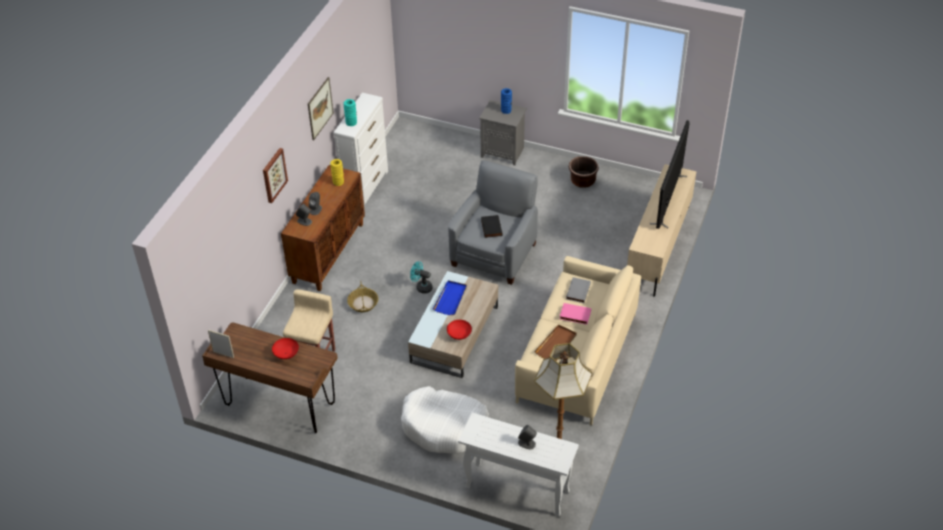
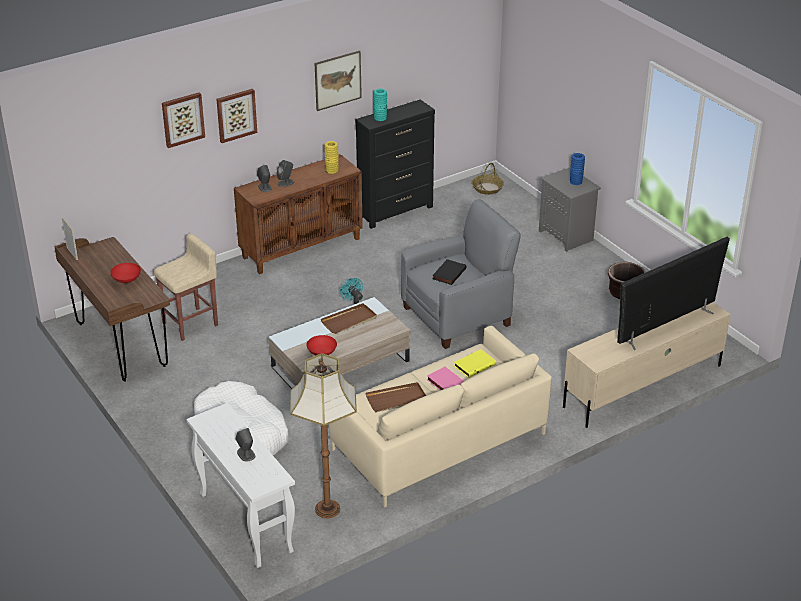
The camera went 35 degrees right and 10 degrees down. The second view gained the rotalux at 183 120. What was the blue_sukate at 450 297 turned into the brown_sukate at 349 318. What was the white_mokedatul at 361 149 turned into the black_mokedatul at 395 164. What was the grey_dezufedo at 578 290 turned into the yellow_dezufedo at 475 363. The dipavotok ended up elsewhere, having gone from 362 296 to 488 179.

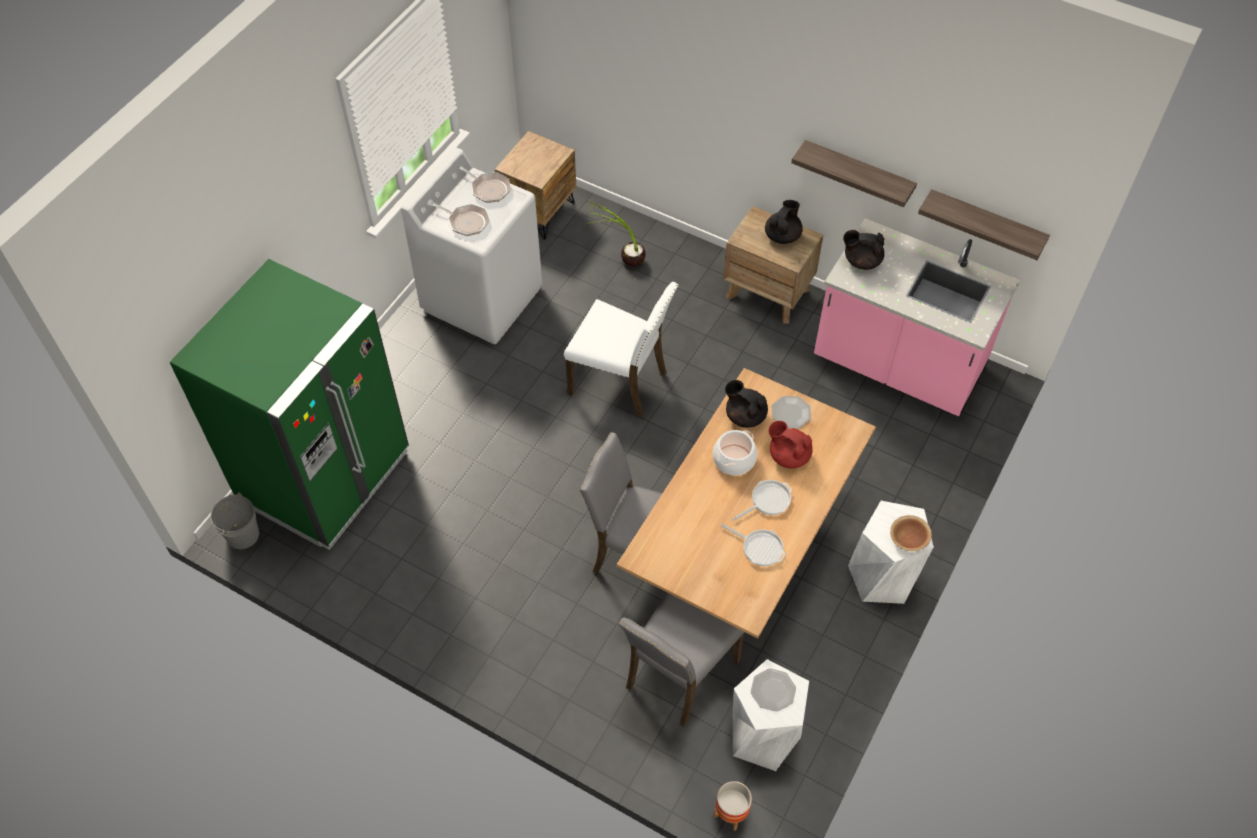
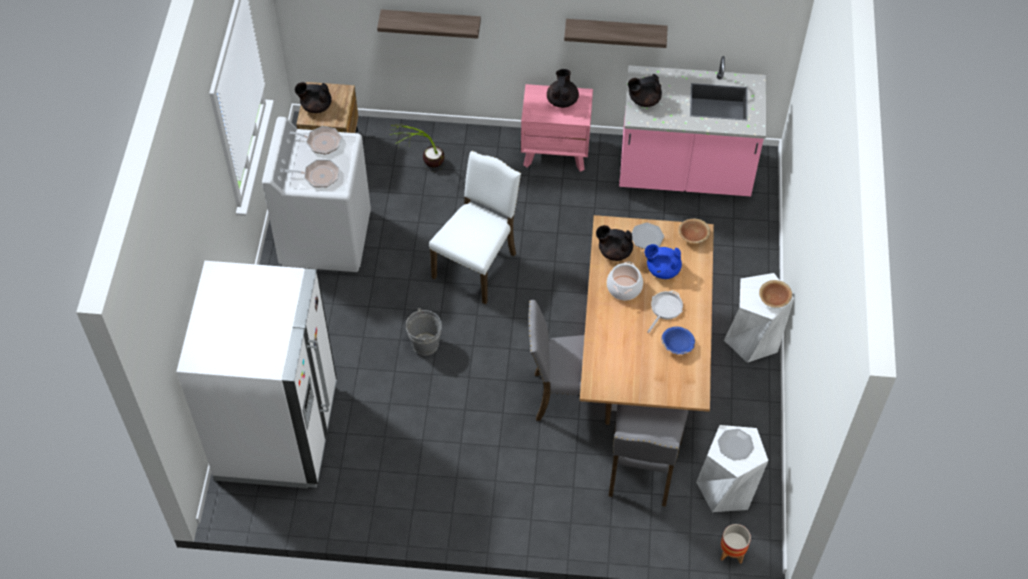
The camera went 25 degrees left and 0 degrees up. What was the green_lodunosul at 289 404 turned into the white_lodunosul at 257 374. The second view gained the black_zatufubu at 313 97. The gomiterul ended up elsewhere, having gone from 984 224 to 429 24. The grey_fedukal ended up elsewhere, having gone from 234 520 to 424 332. The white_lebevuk at 621 349 ended up facing another way, 60 degrees counterclockwise from before. What was the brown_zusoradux at 773 265 turned into the pink_zusoradux at 557 128. What was the red_zatufubu at 790 445 turned into the blue_zatufubu at 663 261. Where the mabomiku stood at 753 544, the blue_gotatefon came to stand at 678 341. The second view gained the brown_gotatefon at 694 231.

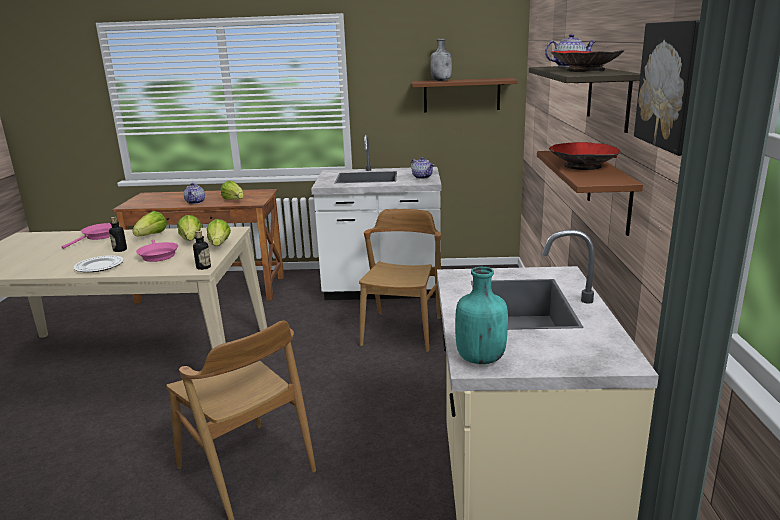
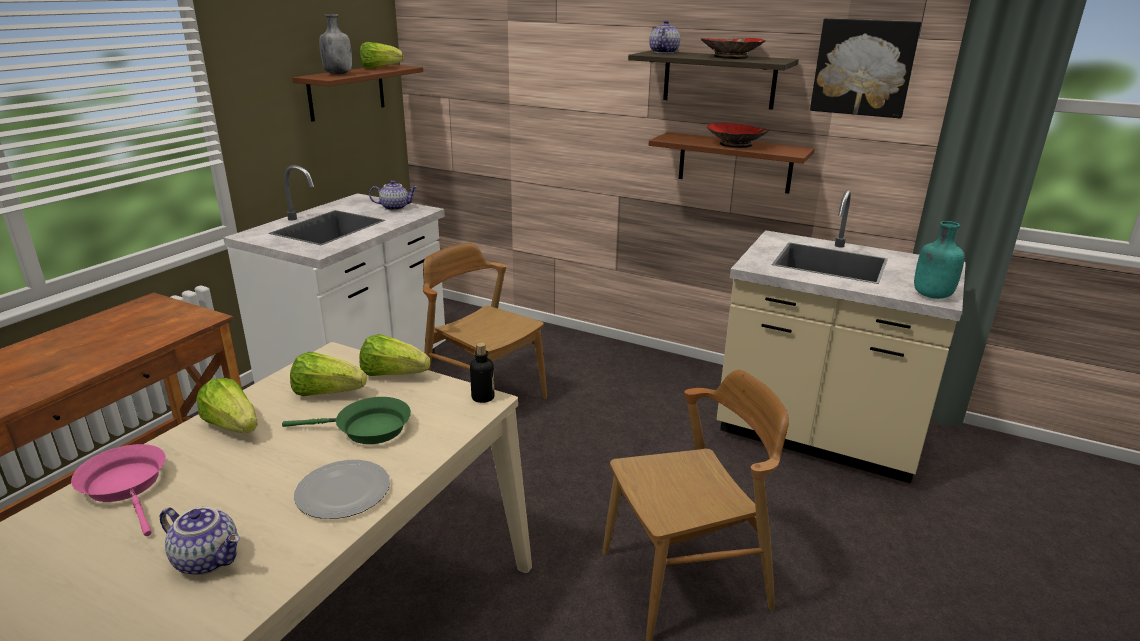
The camera went 65 degrees left and 5 degrees up. The zatufubu ended up elsewhere, having gone from 194 193 to 200 541. What was the pink_mabomiku at 157 250 turned into the green_mabomiku at 346 420. The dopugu ended up elsewhere, having gone from 232 190 to 382 55. The second view lost the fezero at 118 234.

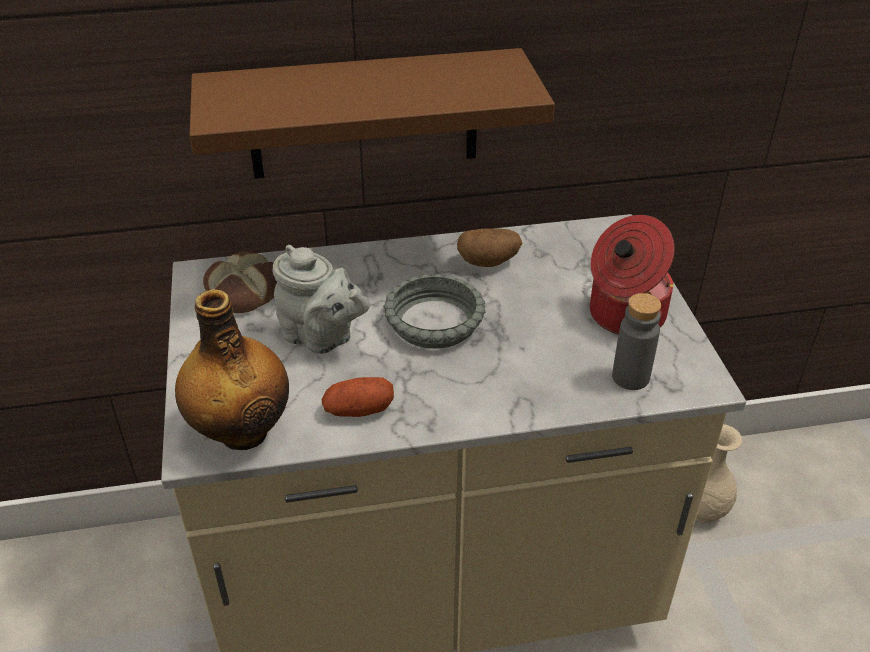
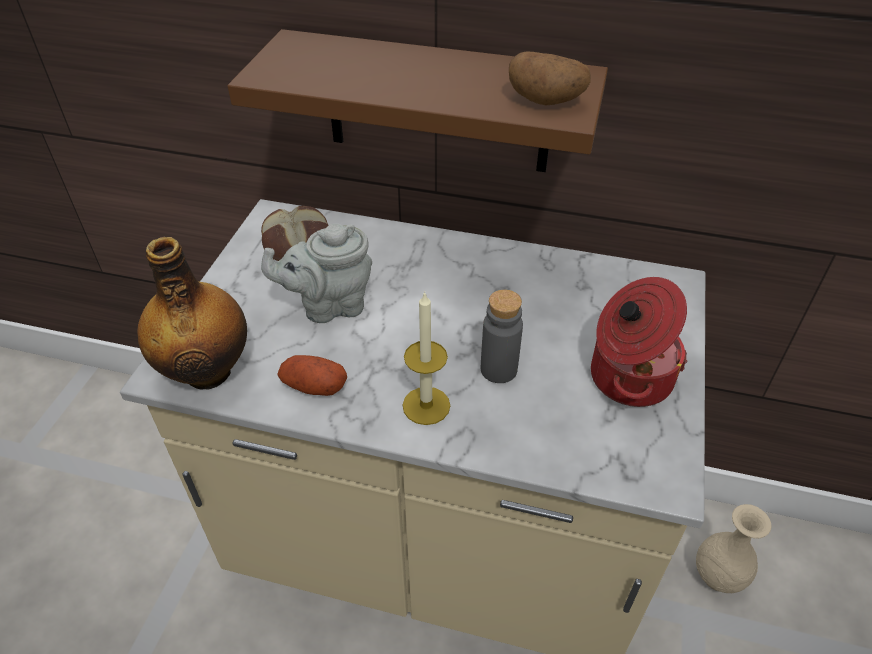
The camera went 25 degrees right and 5 degrees up. The grey_zatufubu at 321 299 ended up facing another way, 105 degrees clockwise from before. The second view gained the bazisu at 426 358. The grey_fezero ended up elsewhere, having gone from 636 341 to 502 336. The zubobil ended up elsewhere, having gone from 489 247 to 550 78. The second view lost the grey_gotatefon at 434 311.

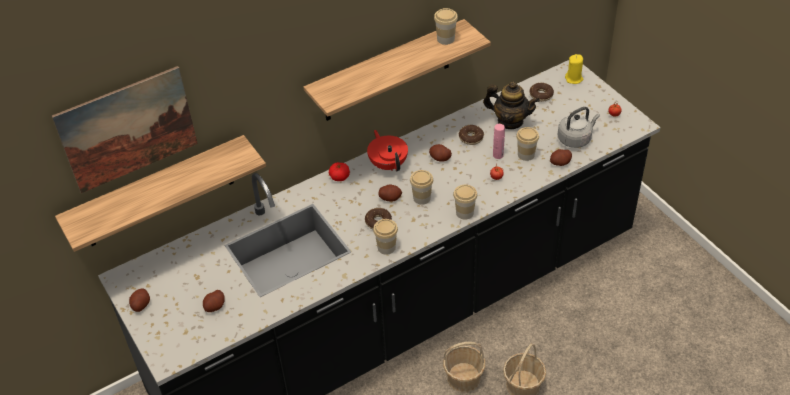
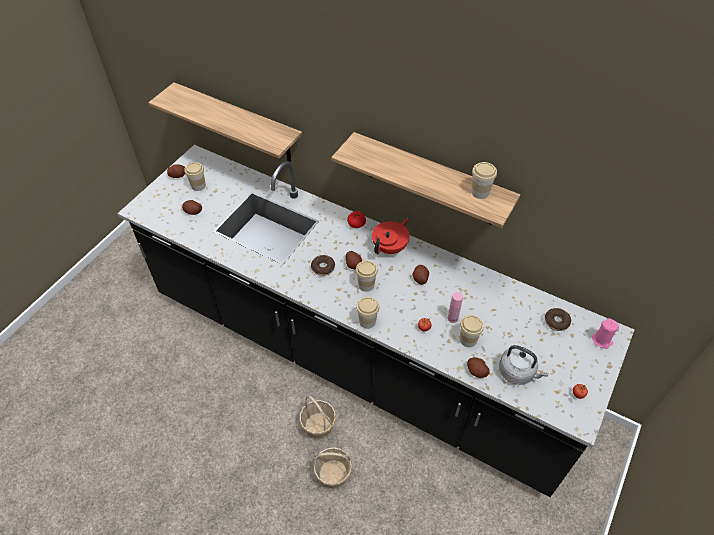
The camera went 60 degrees right and 5 degrees up. The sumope ended up elsewhere, having gone from 385 237 to 195 176. What was the yellow_bazisu at 574 69 turned into the pink_bazisu at 605 333. The second view lost the rotalux at 125 129. The second view lost the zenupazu at 471 135. The second view lost the zatufubu at 511 105.

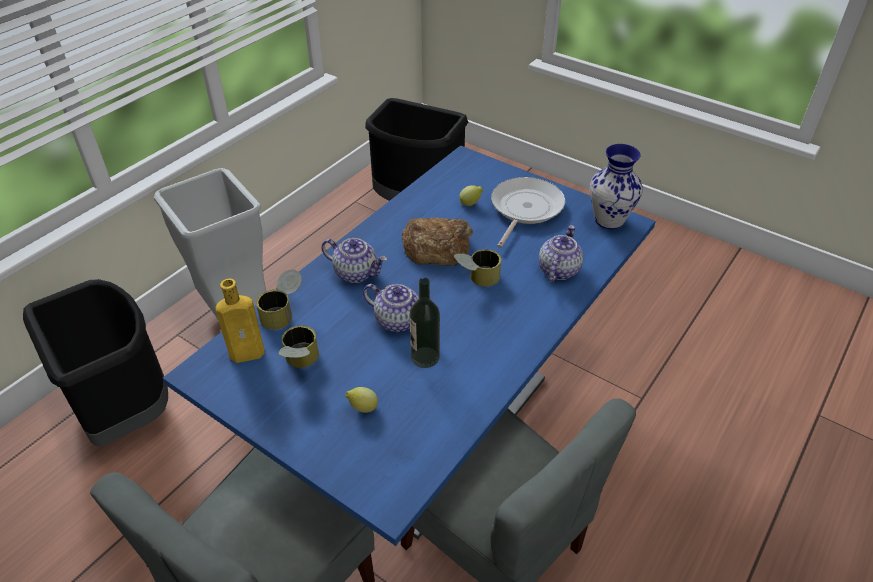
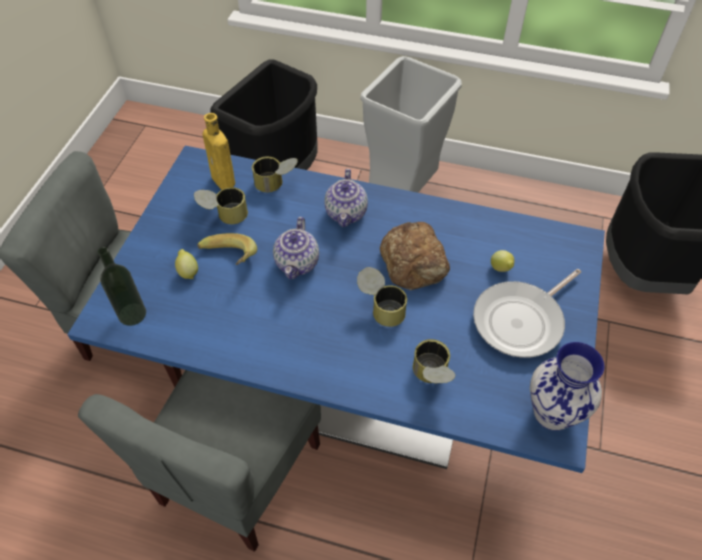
The camera went 70 degrees right and 10 degrees up. The fezero ended up elsewhere, having gone from 424 322 to 122 286. The second view gained the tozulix at 227 249. Where the zatufubu stood at 561 253, the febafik came to stand at 434 361. The mabomiku at 528 212 ended up facing another way, 135 degrees clockwise from before.

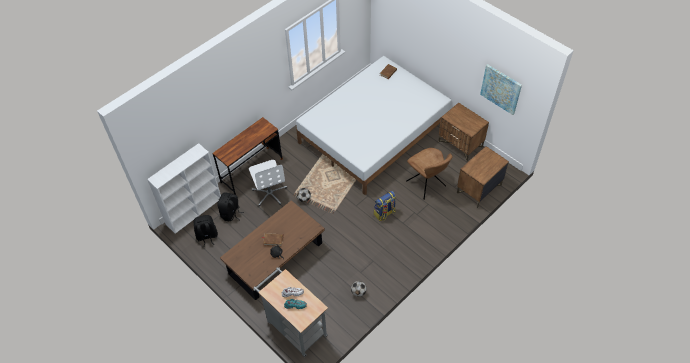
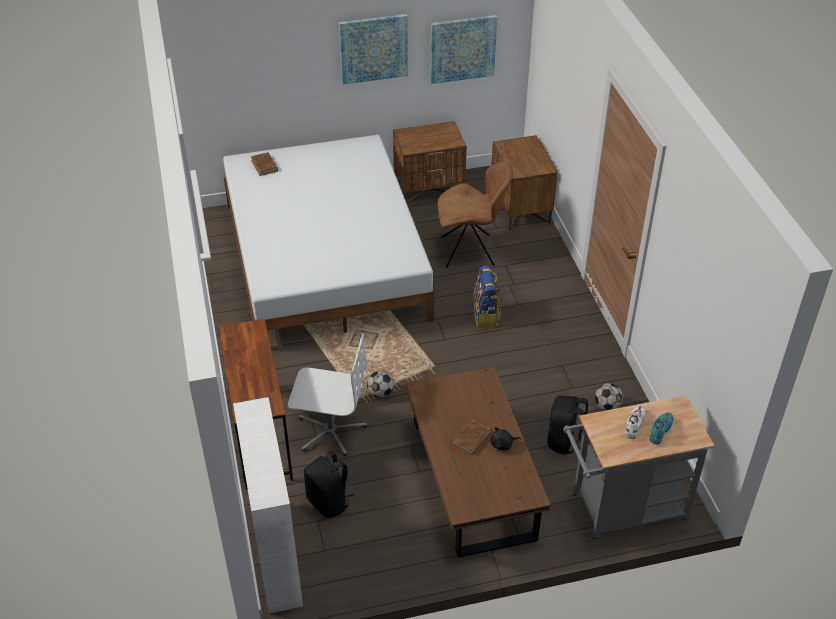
The camera went 60 degrees left and 10 degrees down. The second view gained the rotalux at 373 49. The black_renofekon ended up elsewhere, having gone from 206 230 to 568 425.

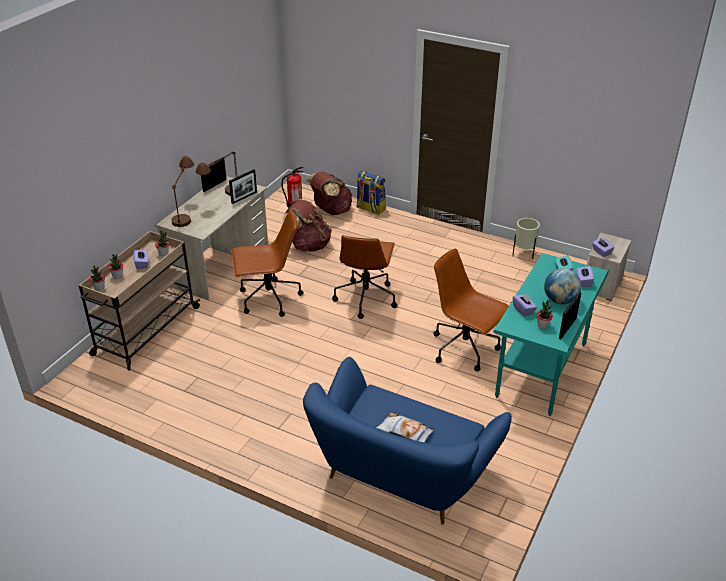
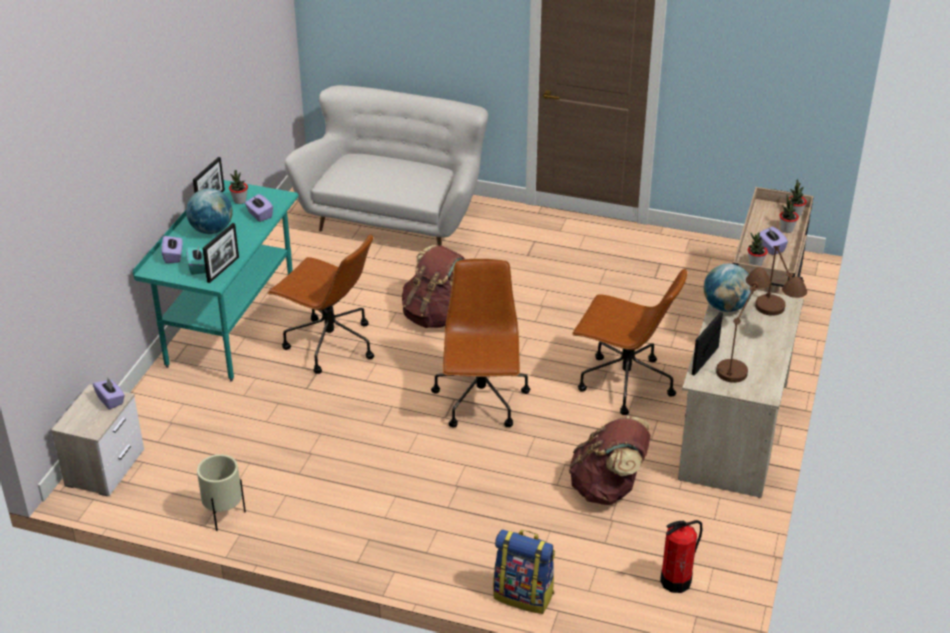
The camera went 170 degrees right and 0 degrees up. The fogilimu ended up elsewhere, having gone from 214 174 to 221 253. What was the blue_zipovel at 407 441 turned into the white_zipovel at 386 165. The brown_renofekon ended up elsewhere, having gone from 329 193 to 433 286. The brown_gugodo at 267 263 ended up facing another way, 135 degrees counterclockwise from before. The second view gained the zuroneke at 728 288. The second view lost the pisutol at 405 427.

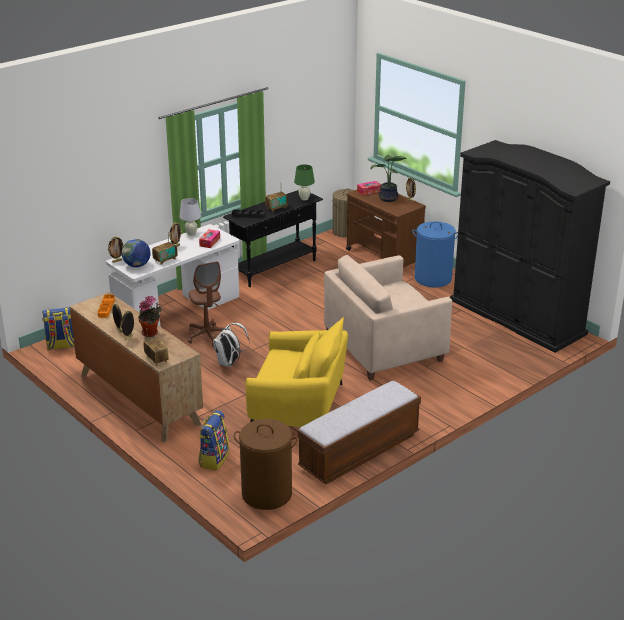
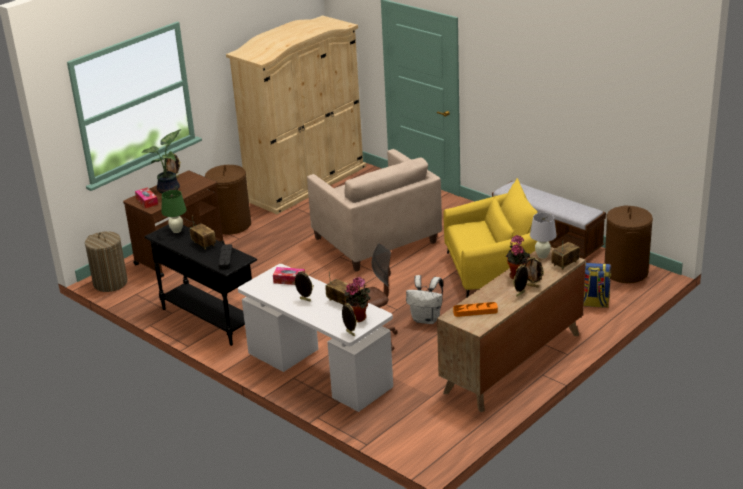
The camera went 95 degrees left and 0 degrees up. What was the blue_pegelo at 435 254 turned into the brown_pegelo at 228 199. What was the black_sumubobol at 530 246 turned into the beige_sumubobol at 296 114. Where the zuroneke stood at 136 253, the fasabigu came to stand at 357 299. The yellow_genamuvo at 296 372 ended up facing another way, 75 degrees clockwise from before. The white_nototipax ended up elsewhere, having gone from 190 217 to 543 235. The second view lost the renofekon at 58 328.

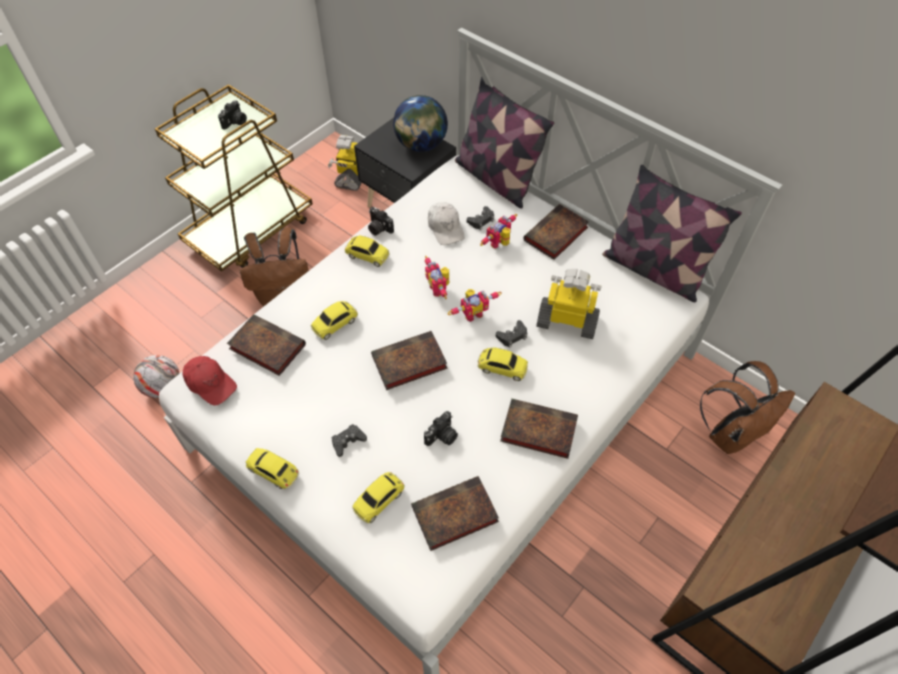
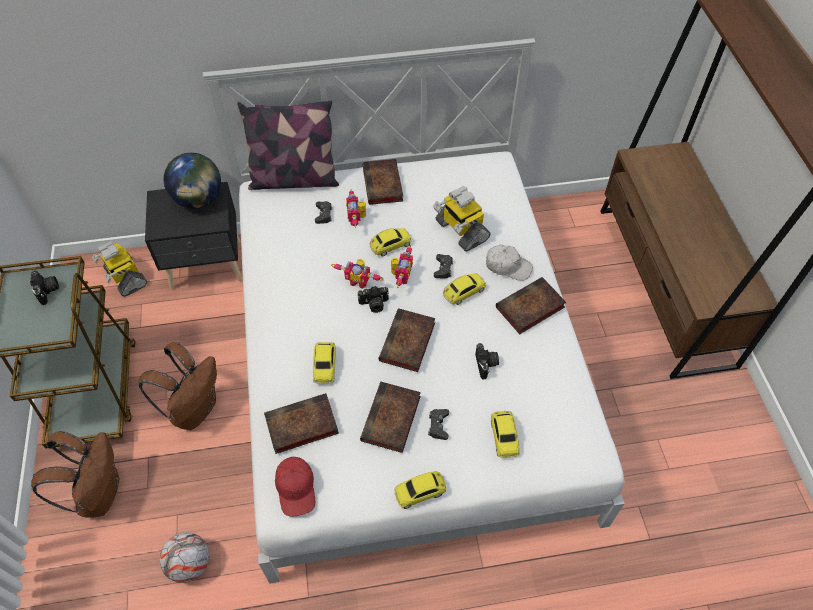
The camera went 50 degrees left and 0 degrees up. The brown_renofekon ended up elsewhere, having gone from 747 407 to 75 474. The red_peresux at 209 381 ended up facing another way, 90 degrees clockwise from before. The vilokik ended up elsewhere, having gone from 381 221 to 373 299. The dezufedo ended up elsewhere, having gone from 455 513 to 390 417. The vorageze ended up elsewhere, having gone from 367 251 to 390 242. The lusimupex at 568 304 ended up facing another way, 90 degrees counterclockwise from before. The white_peresux ended up elsewhere, having gone from 446 223 to 509 263. The second view lost the pisutol at 672 233.

